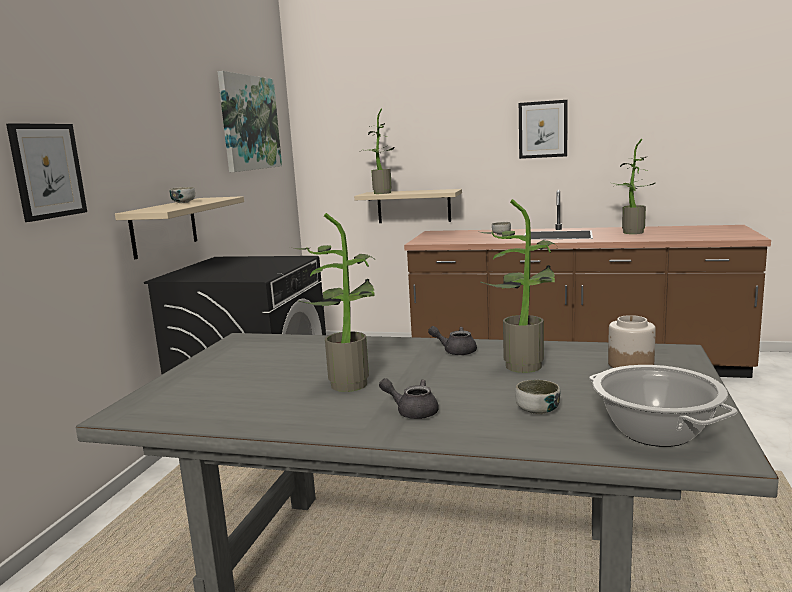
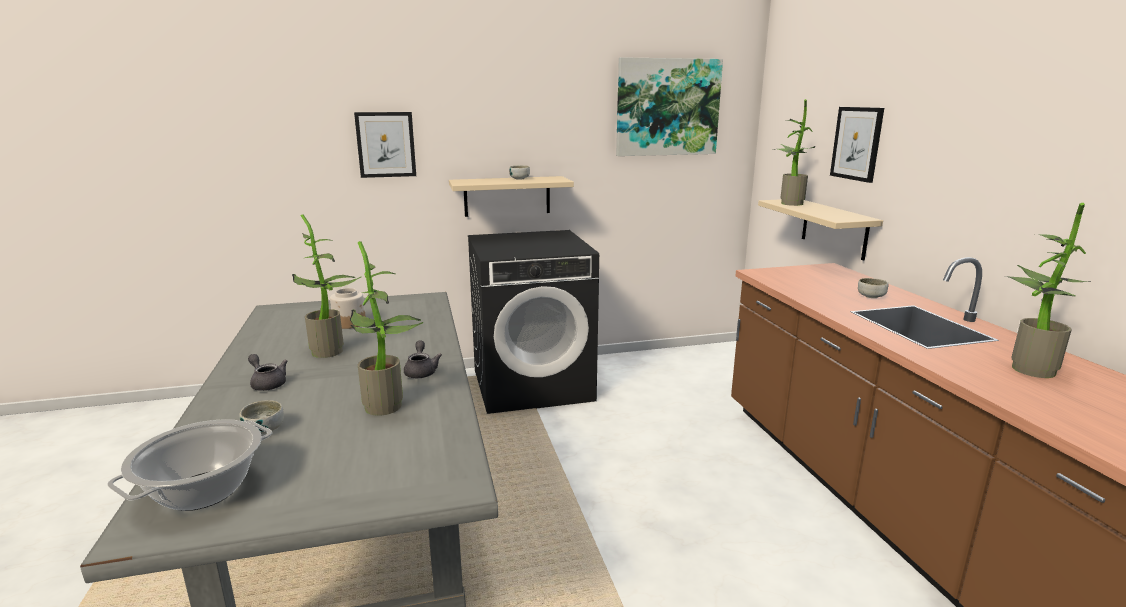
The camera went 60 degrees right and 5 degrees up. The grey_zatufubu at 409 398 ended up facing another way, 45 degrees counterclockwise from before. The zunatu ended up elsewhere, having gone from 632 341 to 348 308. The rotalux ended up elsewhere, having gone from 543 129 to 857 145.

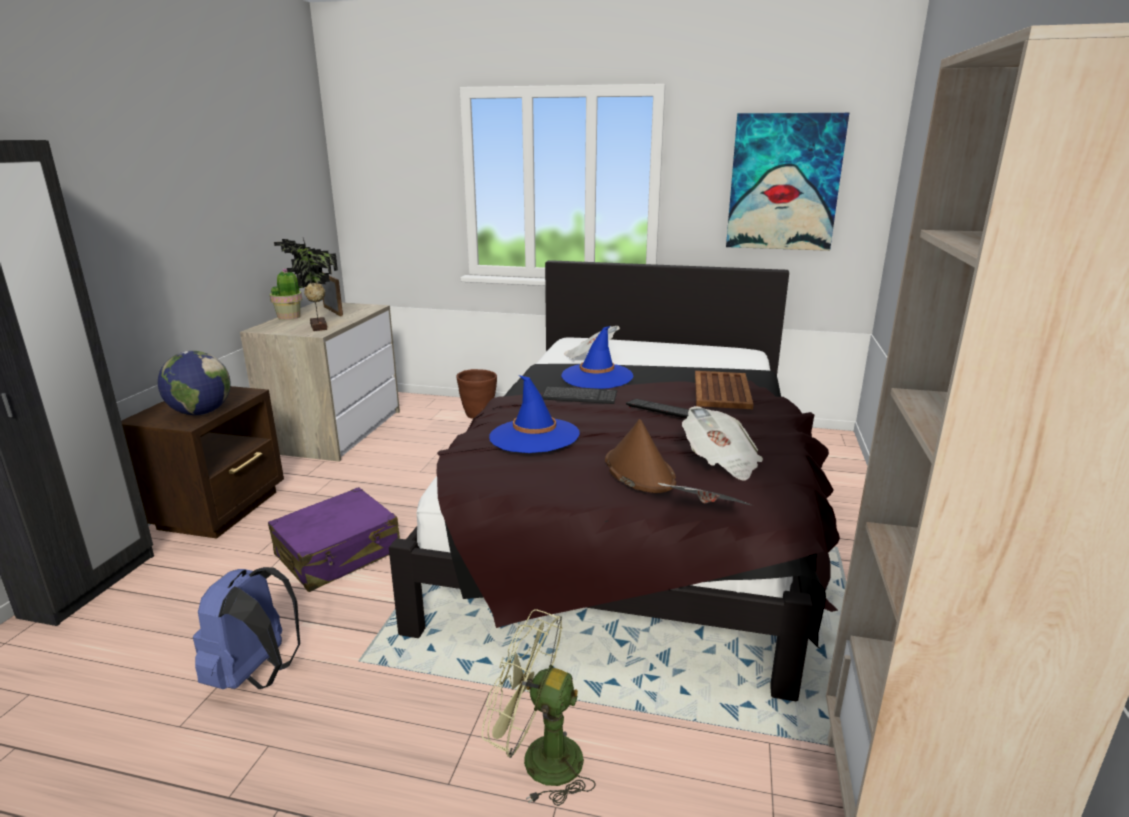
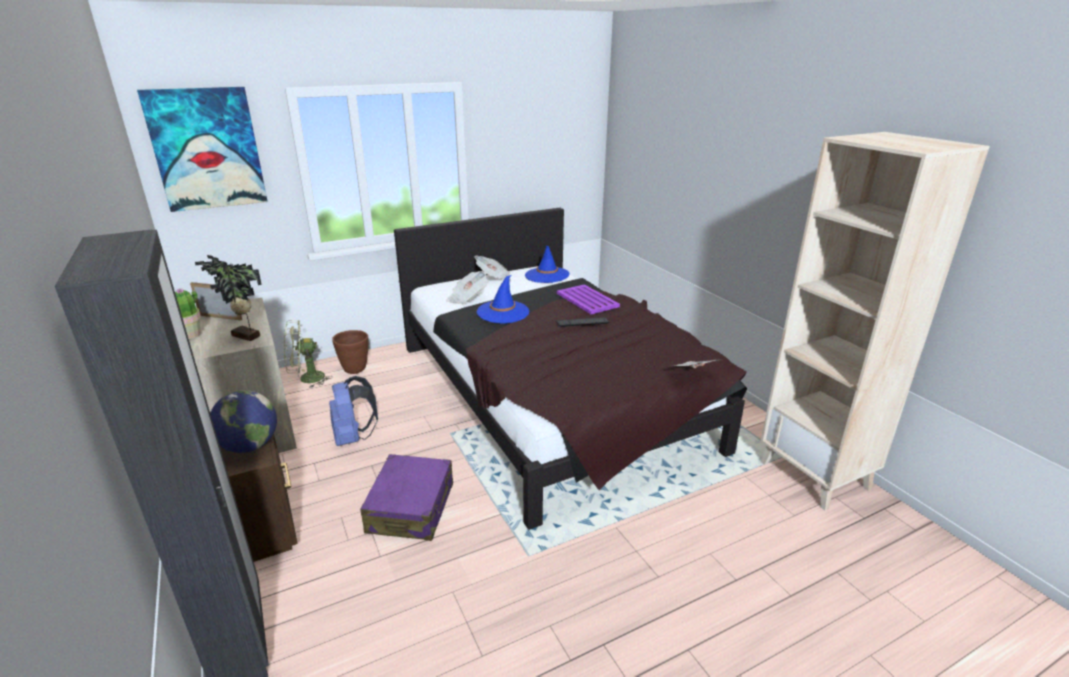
The camera went 40 degrees left and 5 degrees up. The rotalux ended up elsewhere, having gone from 787 182 to 202 149. The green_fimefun ended up elsewhere, having gone from 539 707 to 308 354. The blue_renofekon ended up elsewhere, having gone from 246 628 to 353 411. The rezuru ended up elsewhere, having gone from 722 443 to 492 269. The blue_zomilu ended up elsewhere, having gone from 534 414 to 547 264. What was the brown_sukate at 724 390 turned into the purple_sukate at 588 299. The second view lost the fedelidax at 579 395. The second view lost the brown_zomilu at 640 456.

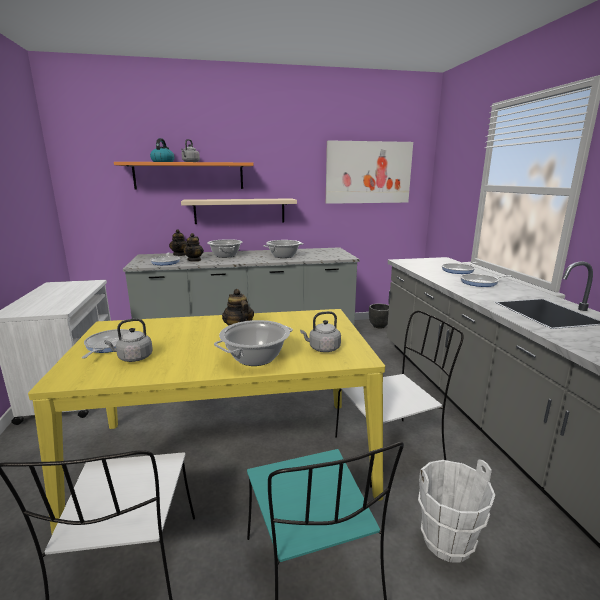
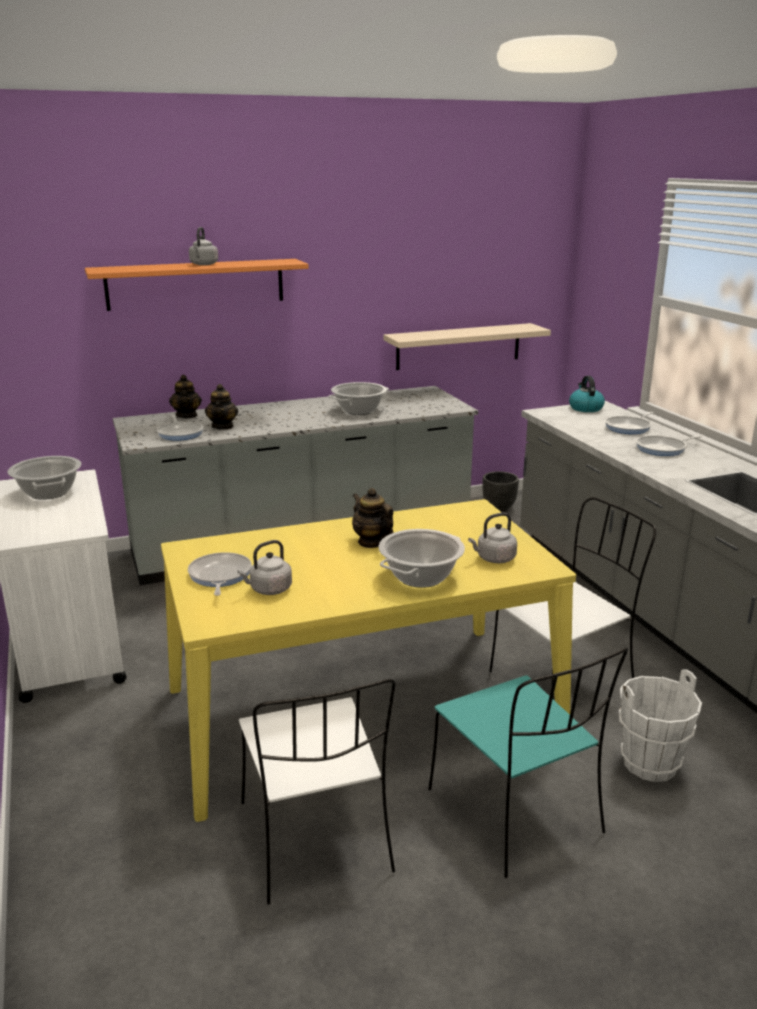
The camera went 10 degrees left and 5 degrees up. The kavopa ended up elsewhere, having gone from 225 248 to 44 478. The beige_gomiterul ended up elsewhere, having gone from 239 211 to 467 346. The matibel ended up elsewhere, having gone from 162 150 to 587 394. The second view lost the rotalux at 369 172.

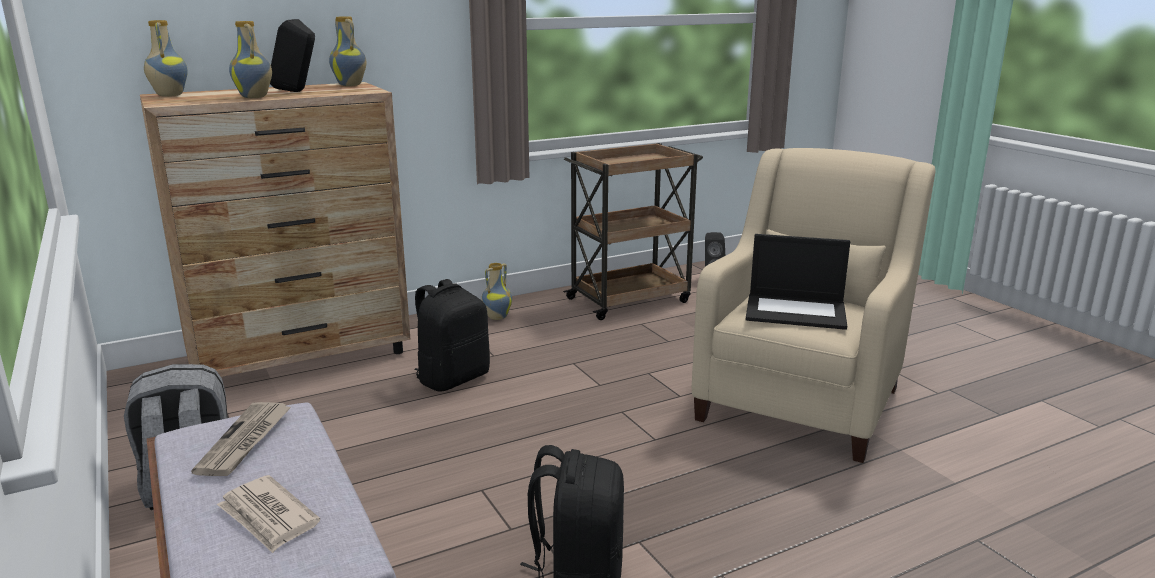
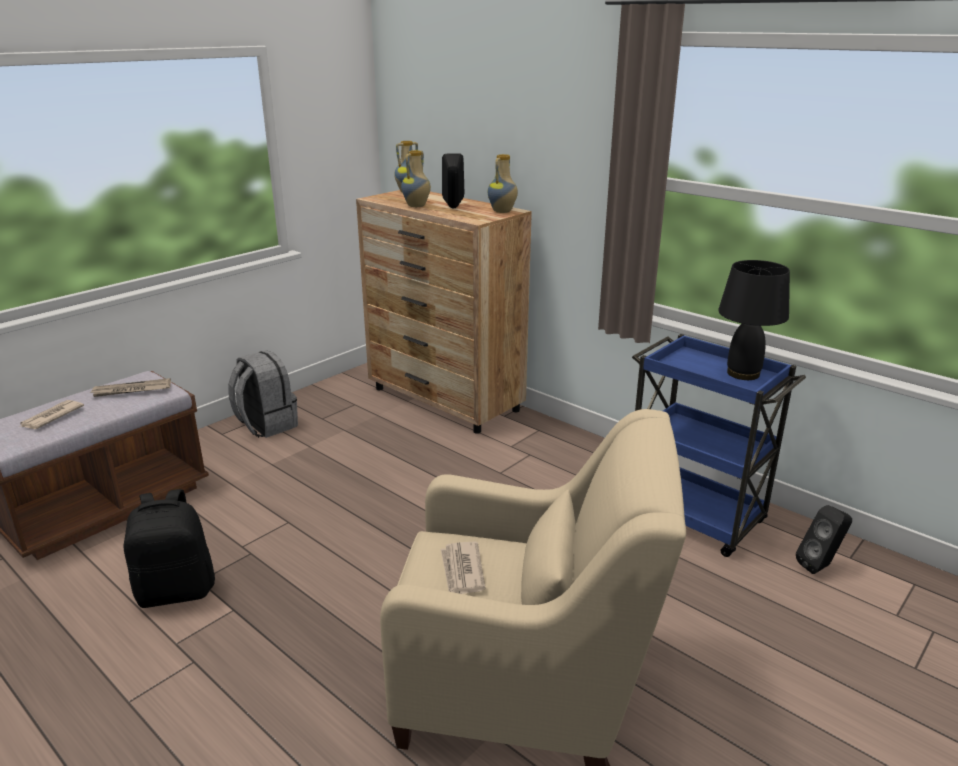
The camera went 70 degrees right and 5 degrees up. Where the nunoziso stood at 798 282, the rezuru came to stand at 463 568. What was the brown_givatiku at 633 231 turned into the blue_givatiku at 719 445. The second view gained the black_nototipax at 754 320. The second view lost the black_renofekon at 452 335. The second view lost the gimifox at 496 291.

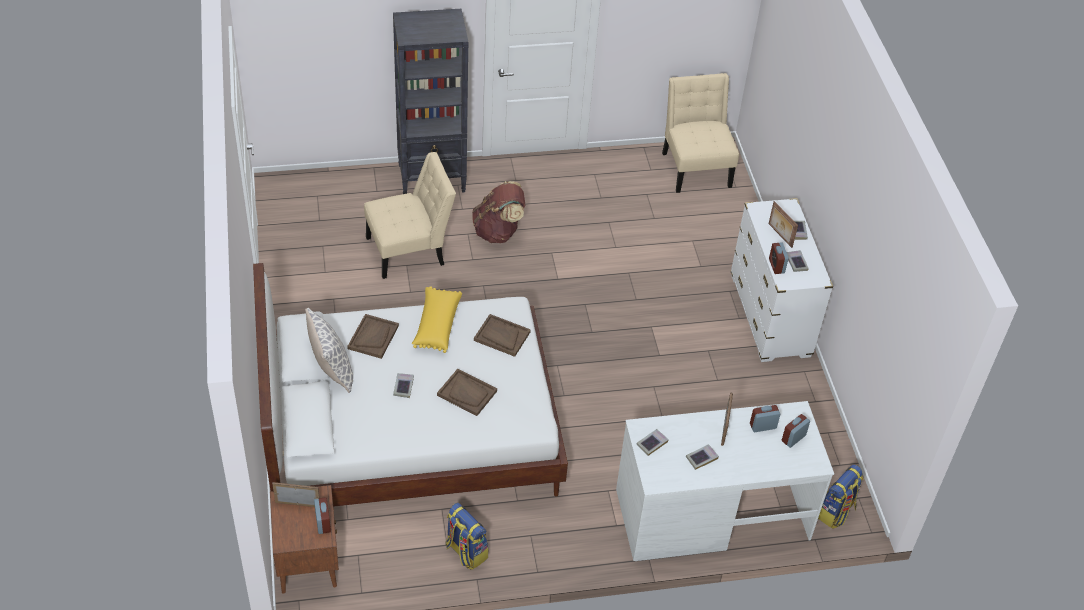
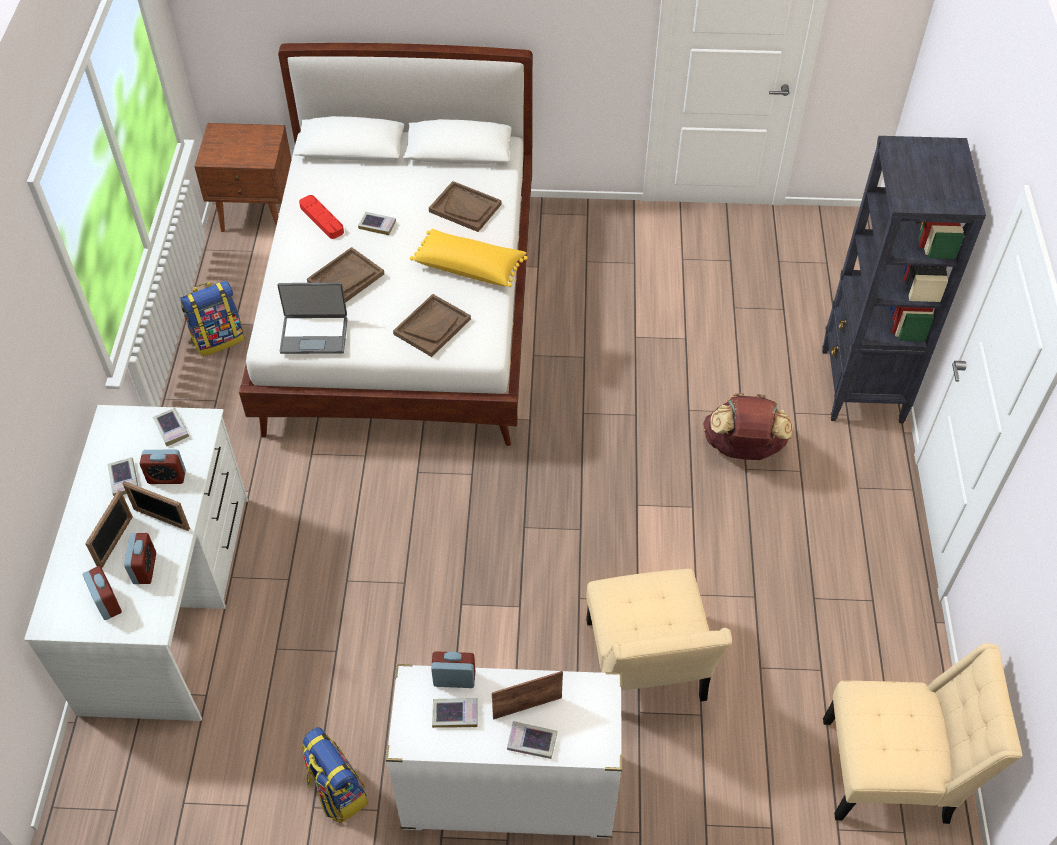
The camera went 105 degrees right and 5 degrees up. The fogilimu ended up elsewhere, having gone from 296 494 to 109 529. The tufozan ended up elsewhere, having gone from 322 515 to 163 467. The second view gained the nunoziso at 312 318. The second view gained the red_sukate at 321 217. The renofekon ended up elsewhere, having gone from 840 497 to 334 775. The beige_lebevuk ended up elsewhere, having gone from 410 215 to 659 635. The second view lost the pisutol at 329 350.

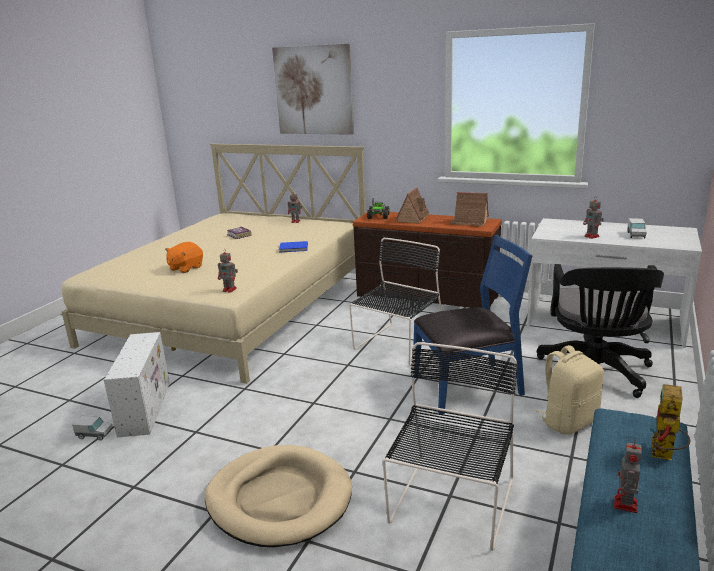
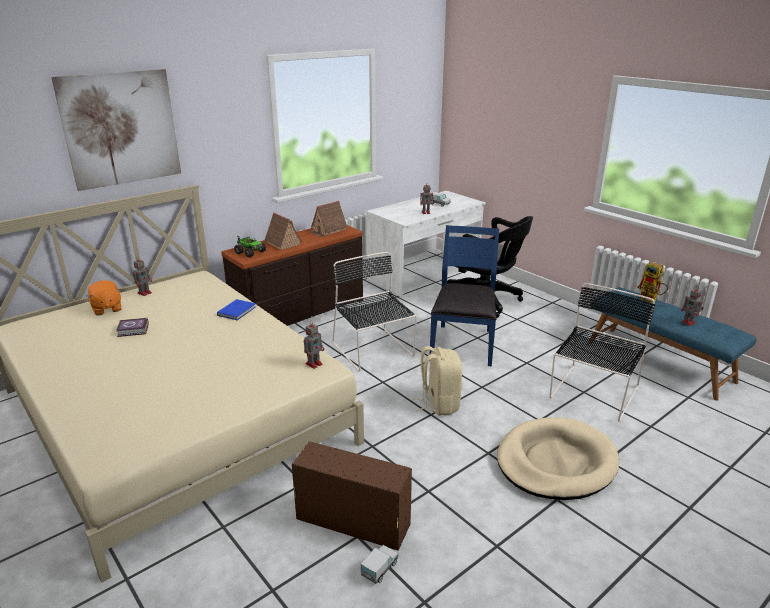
The camera went 65 degrees left and 5 degrees up. The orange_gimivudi ended up elsewhere, having gone from 184 257 to 104 297. What was the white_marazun at 137 384 turned into the brown_marazun at 352 496. The beige_renofekon ended up elsewhere, having gone from 569 390 to 437 381. The black_lebevuk at 450 446 ended up facing another way, 75 degrees clockwise from before.

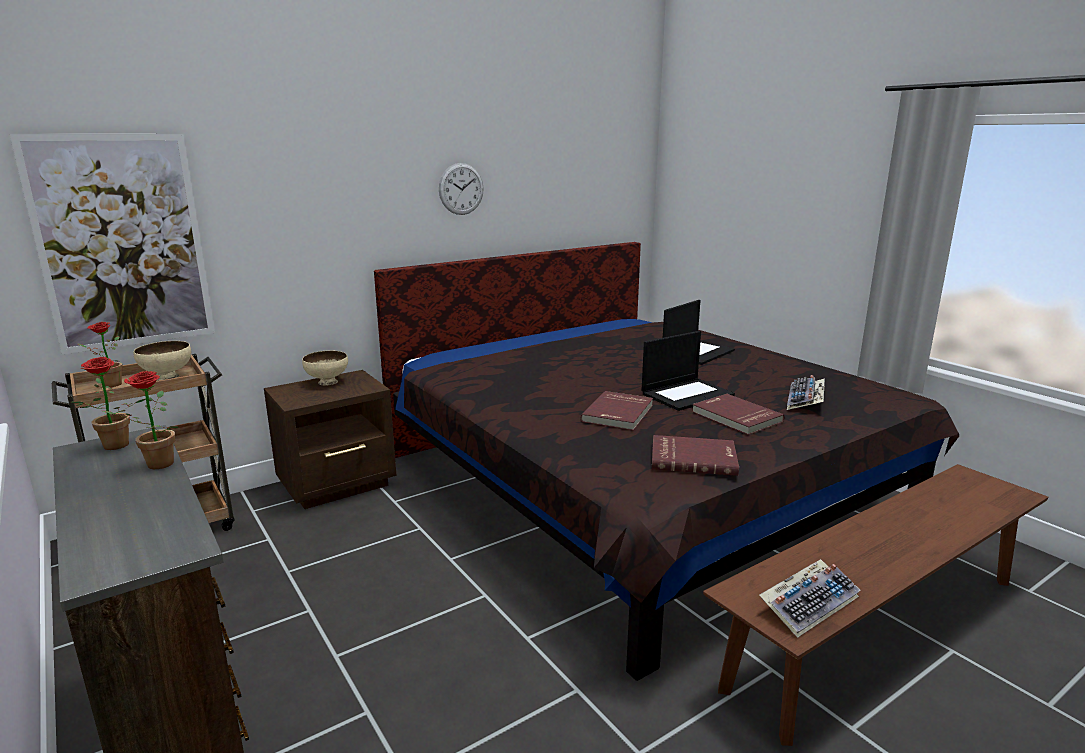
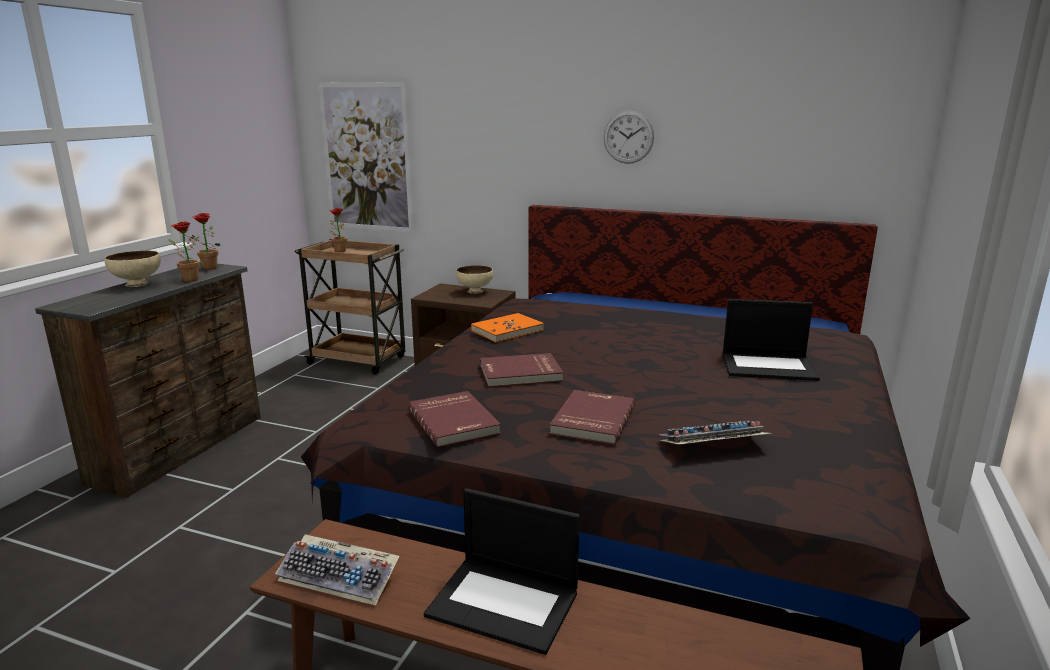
The camera went 55 degrees right and 0 degrees up. The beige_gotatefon ended up elsewhere, having gone from 162 361 to 133 268. The nunoziso ended up elsewhere, having gone from 688 371 to 502 571. The second view gained the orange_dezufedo at 507 327.

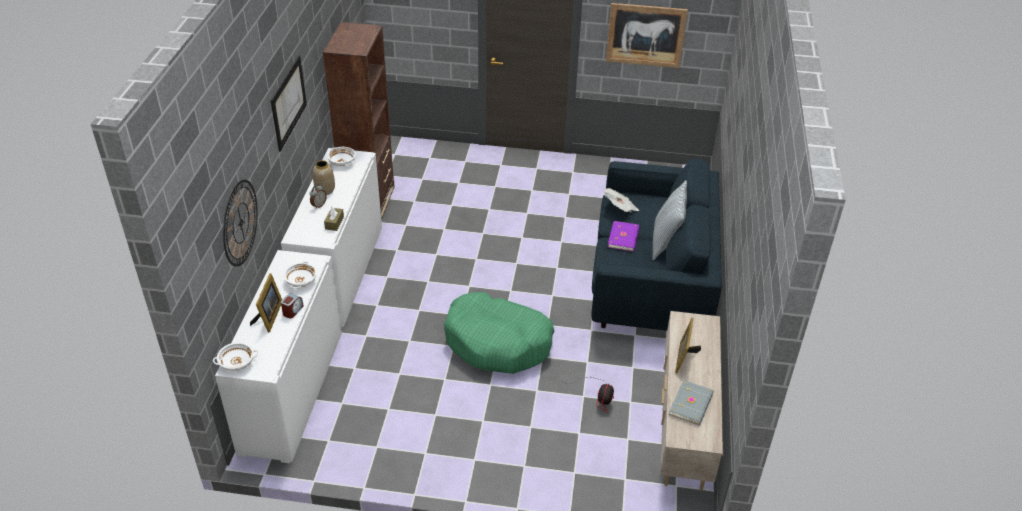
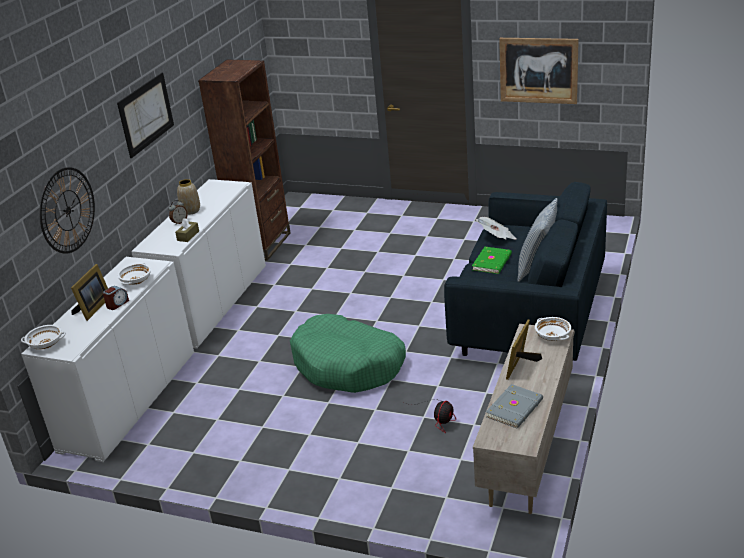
The camera went 15 degrees right and 10 degrees down. What was the purple_dezufedo at 623 236 turned into the green_dezufedo at 492 260. The white_gotatefon ended up elsewhere, having gone from 341 156 to 553 329.

